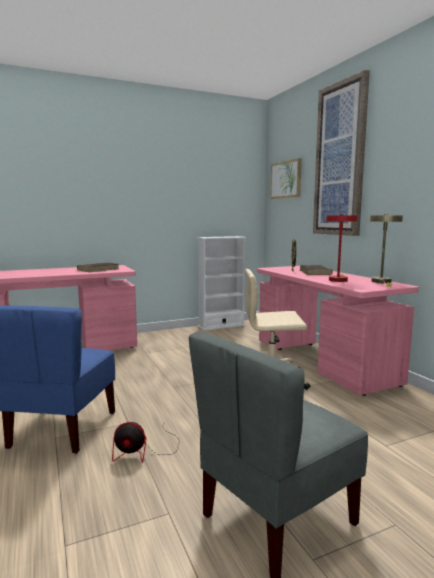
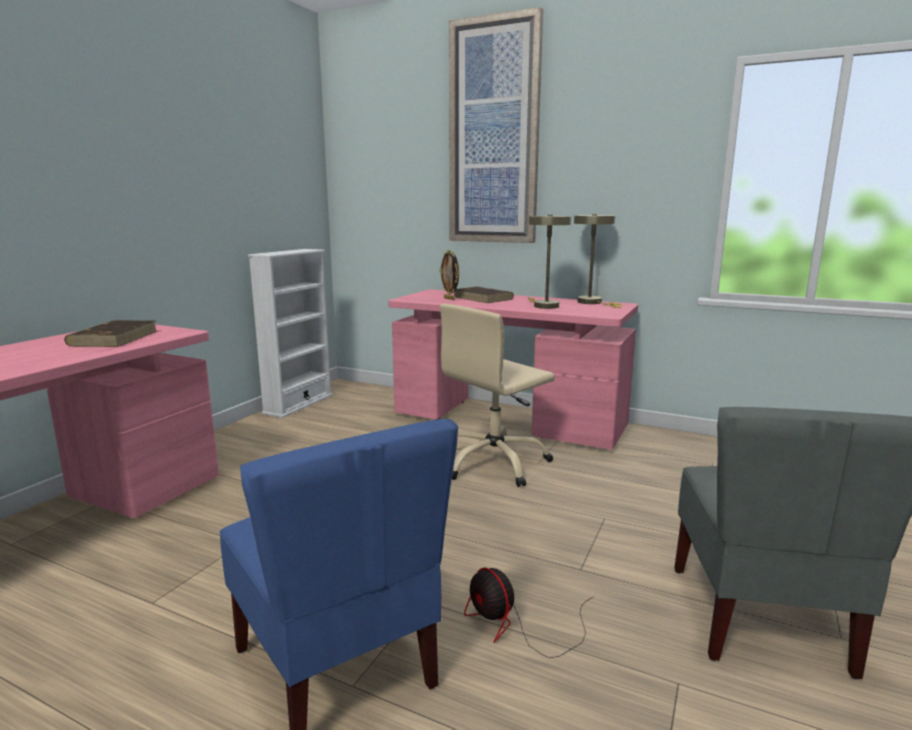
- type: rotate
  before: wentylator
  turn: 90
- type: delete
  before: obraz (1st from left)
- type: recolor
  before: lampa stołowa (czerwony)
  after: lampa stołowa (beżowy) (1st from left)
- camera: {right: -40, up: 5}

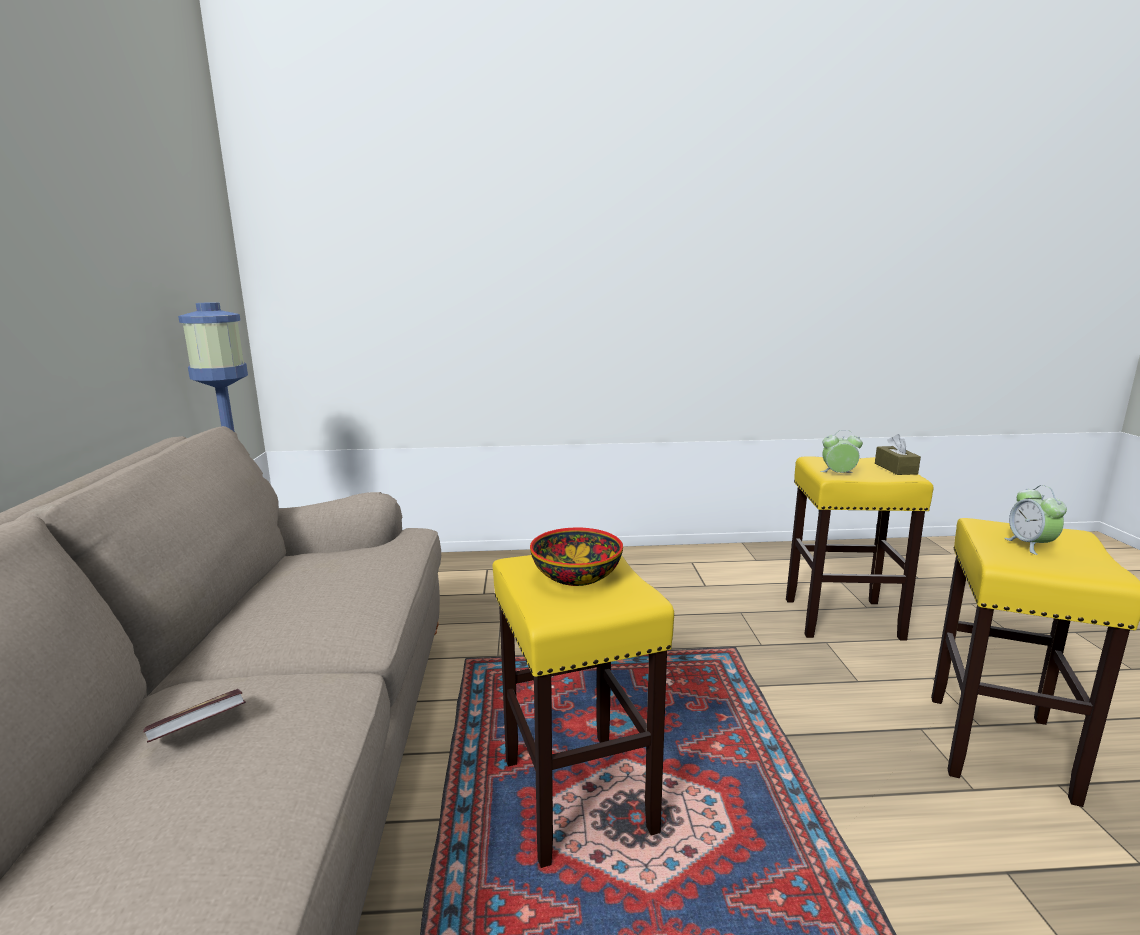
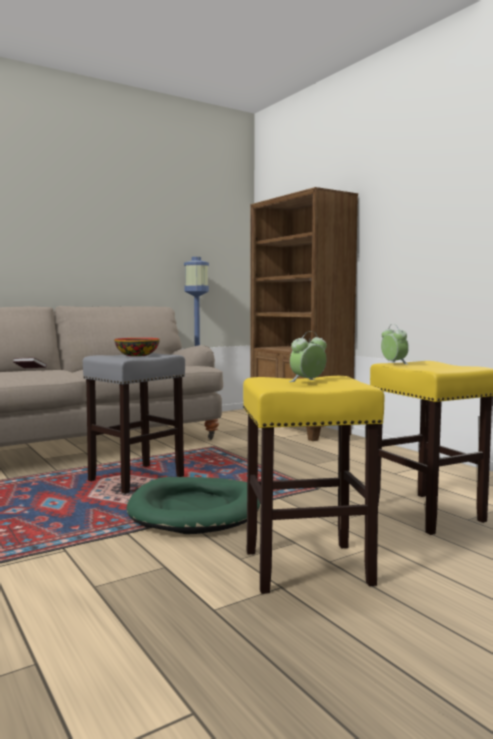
- type: recolor
  before: stołek (żółty) (1st from left)
  after: stołek (szary)
- type: delete
  before: pudełko chusteczek (brązowy)
- type: insert
  after: legowisko (zielony)
- type: insert
  after: regał (brązowy)
- camera: {right: 60, up: -10}

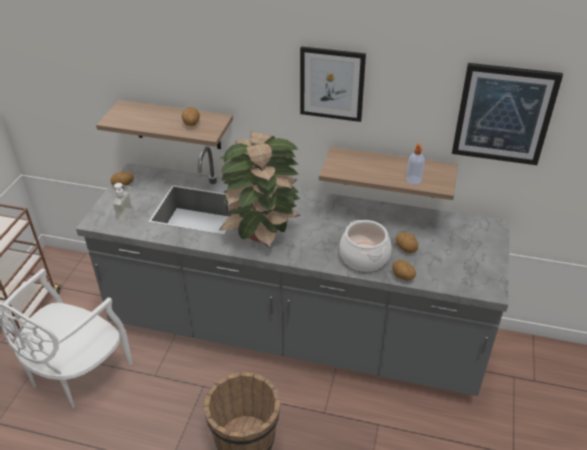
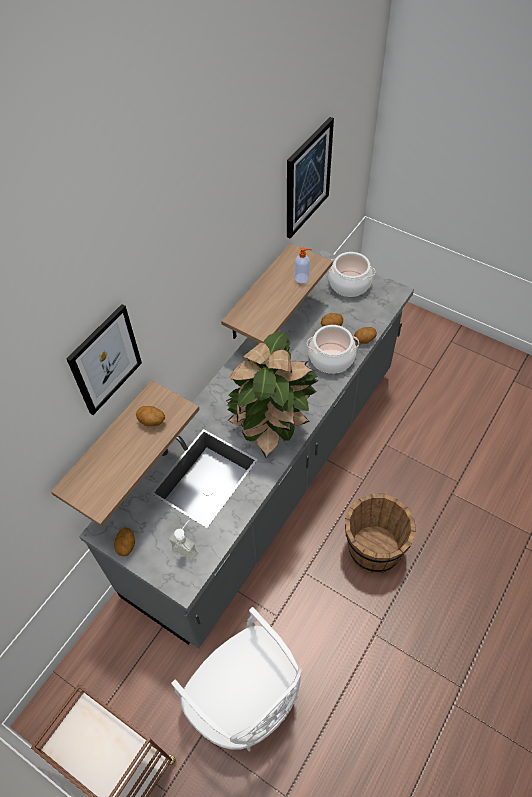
- type: move
  before: obraz (1st from left)
- type: insert
  after: garnek (2nd from left)
- camera: {right: -70, up: 15}

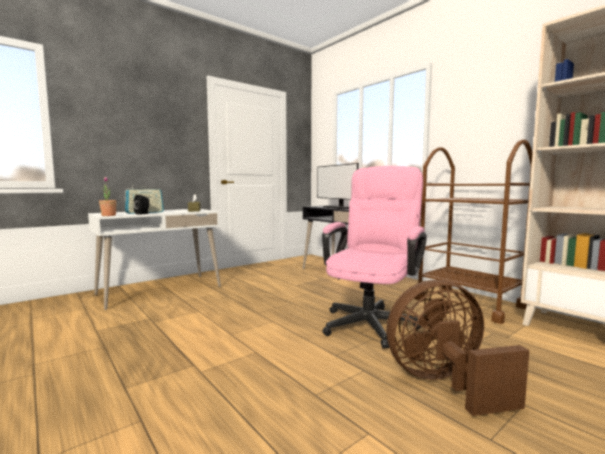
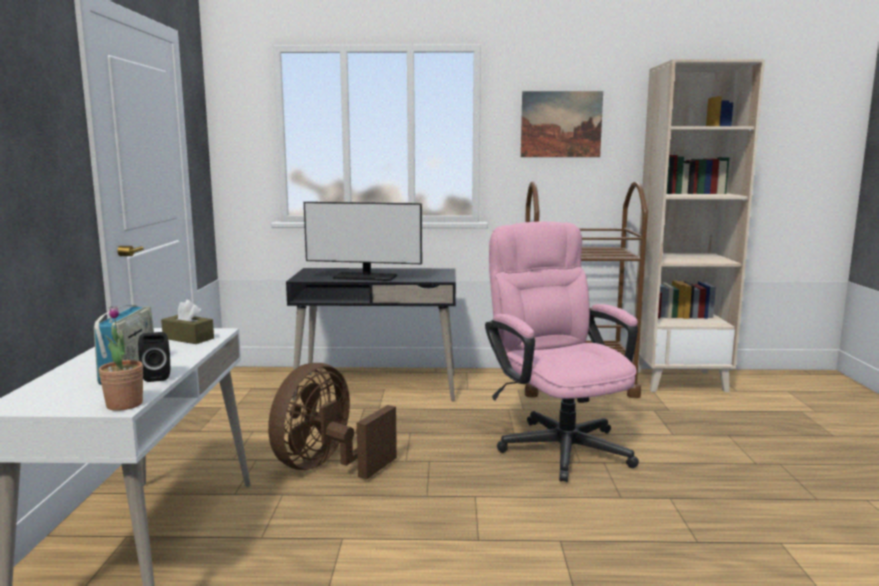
- type: move
  before: wentylator (brązowy)
- type: insert
  after: obraz
- camera: {right: -50, up: 5}

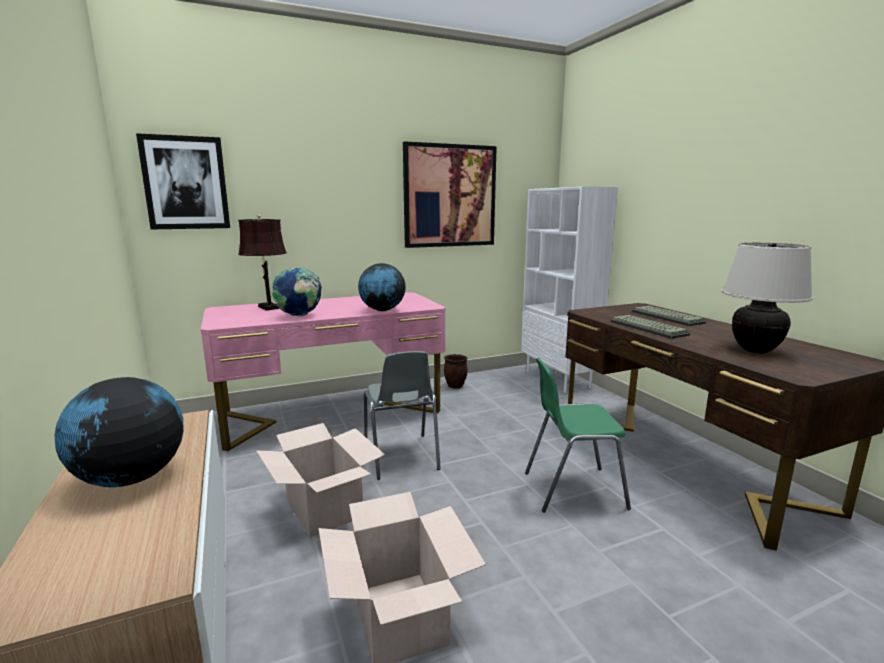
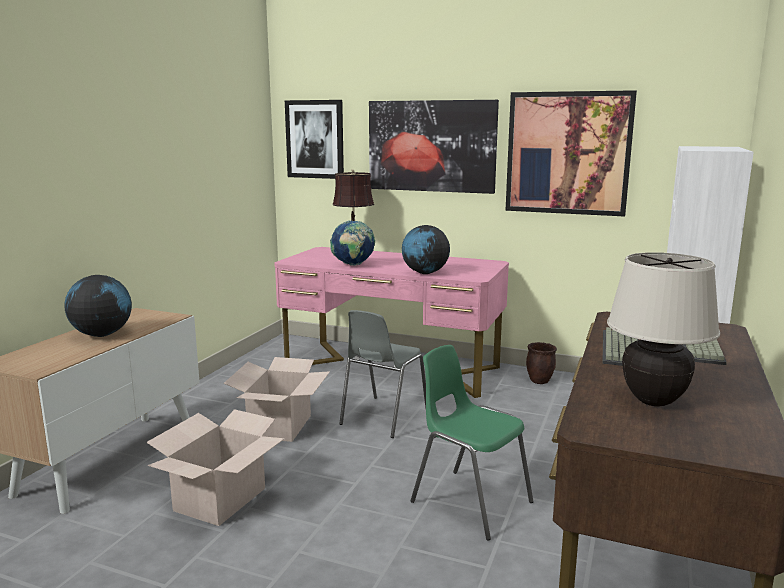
- type: insert
  after: obraz (2nd from left)
- camera: {right: 45, up: 0}

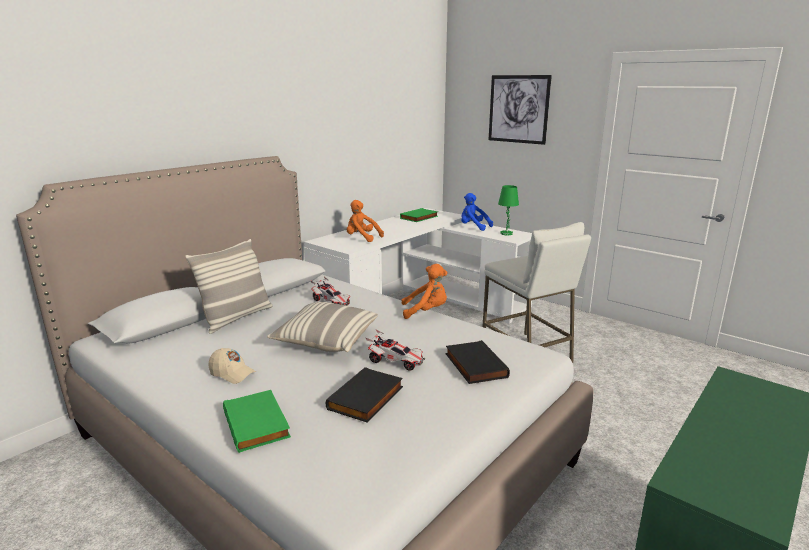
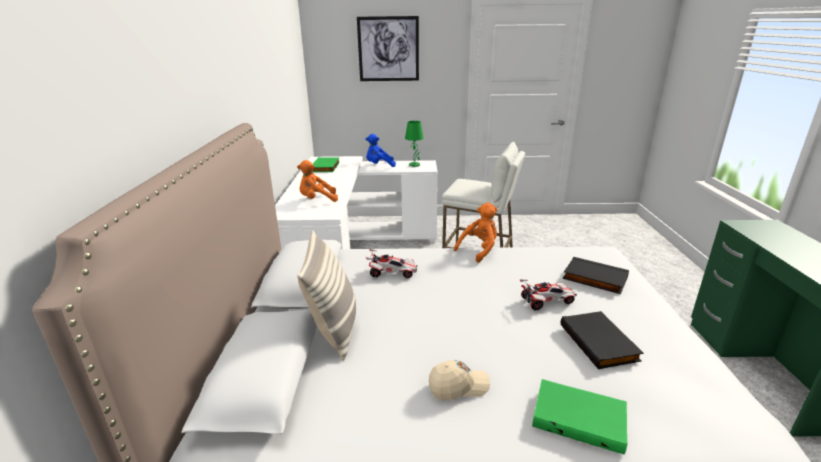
- type: delete
  before: poduszka (2nd from left)
- camera: {right: -40, up: 5}

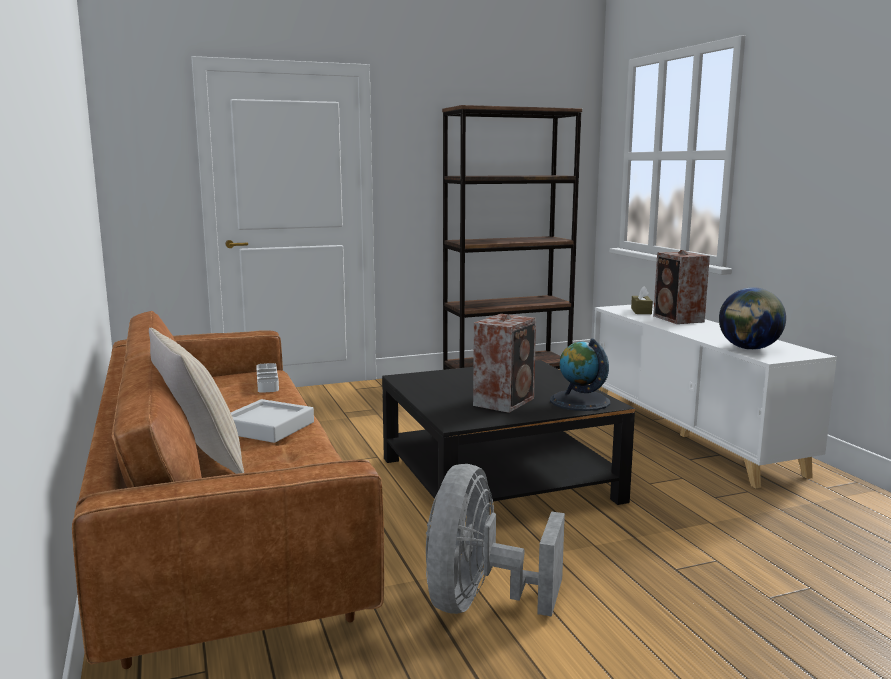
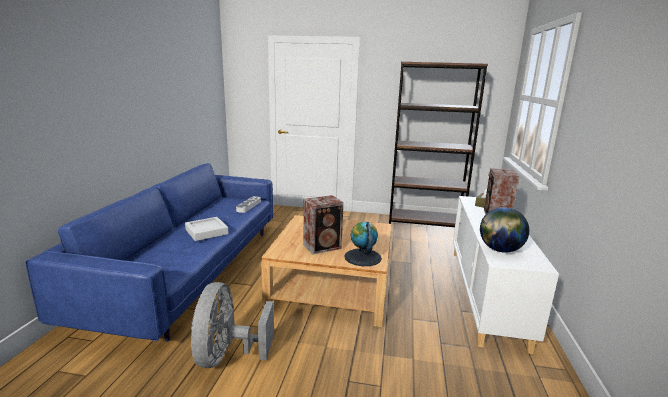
- type: recolor
  before: kanapa (brązowy)
  after: kanapa (niebieski)
- type: delete
  before: poduszka (beżowy)
- type: recolor
  before: ława (czarny)
  after: ława (beżowy)
- type: rotate
  before: wentylator (szary)
  turn: -45
- camera: {right: 30, up: 5}

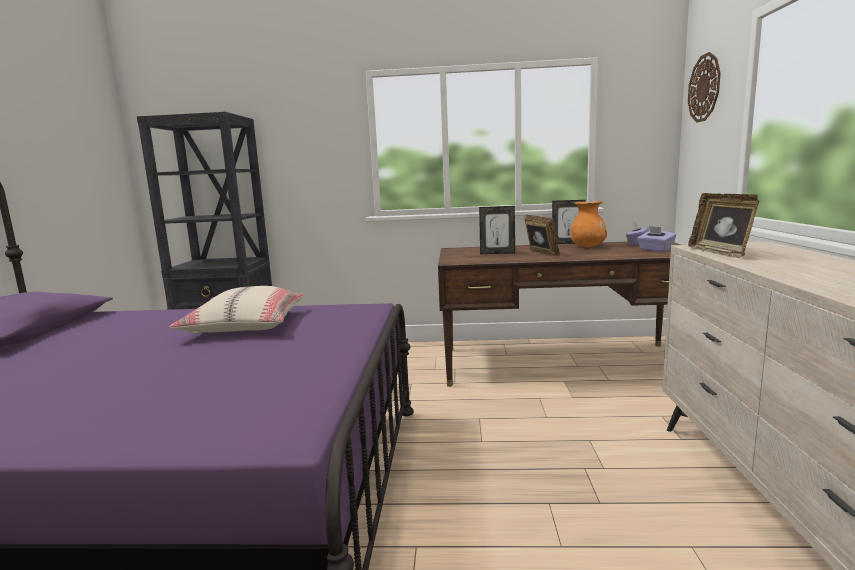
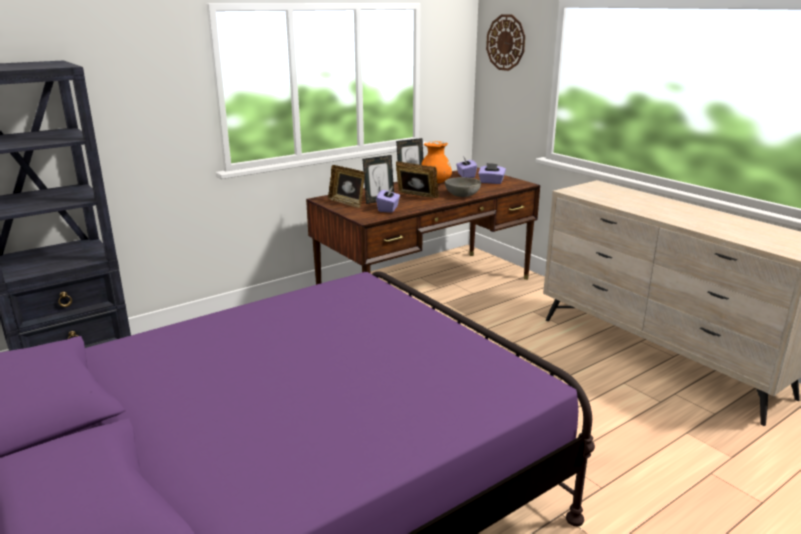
- type: delete
  before: poduszka (beżowy)
- type: move
  before: ramka na zdjęcie (4th from left in the first image)
  after: ramka na zdjęcie (1st from left)
- type: insert
  after: pudełko chusteczek (fioletowy) (1st from left)
- type: insert
  after: miska (szary)
- camera: {right: -40, up: 10}

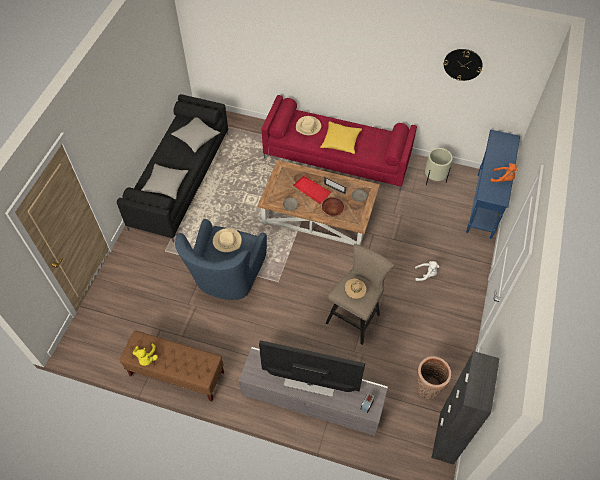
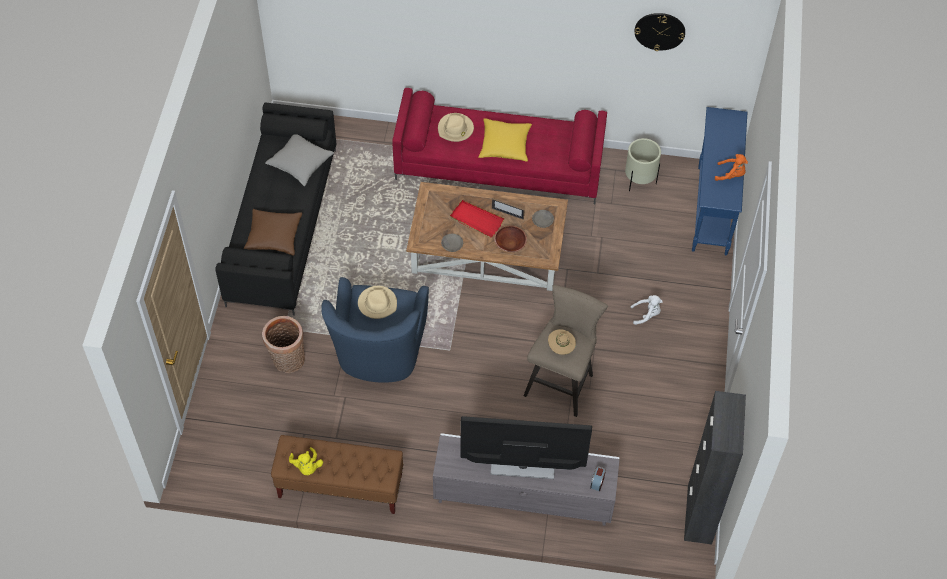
- type: recolor
  before: poduszka (szary) (1st from left)
  after: poduszka (brązowy)
- type: move
  before: koszyk
- camera: {right: -10, up: 0}

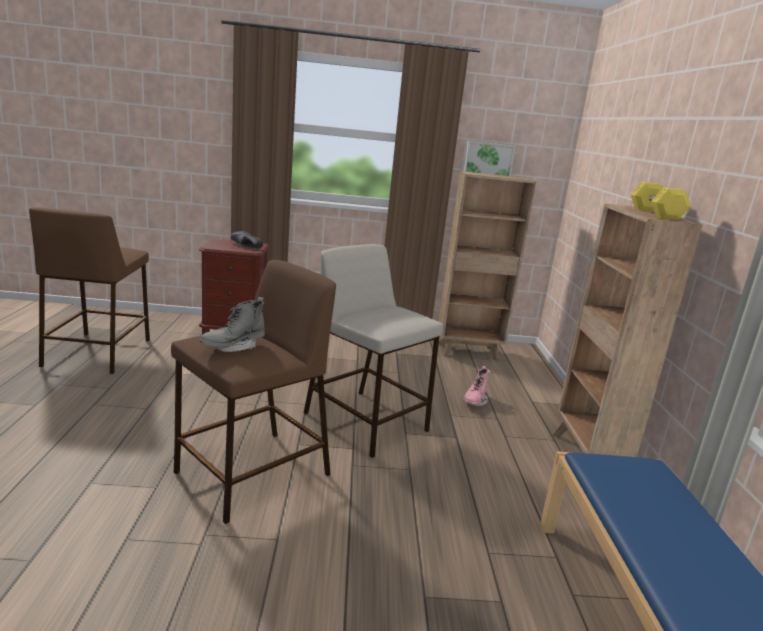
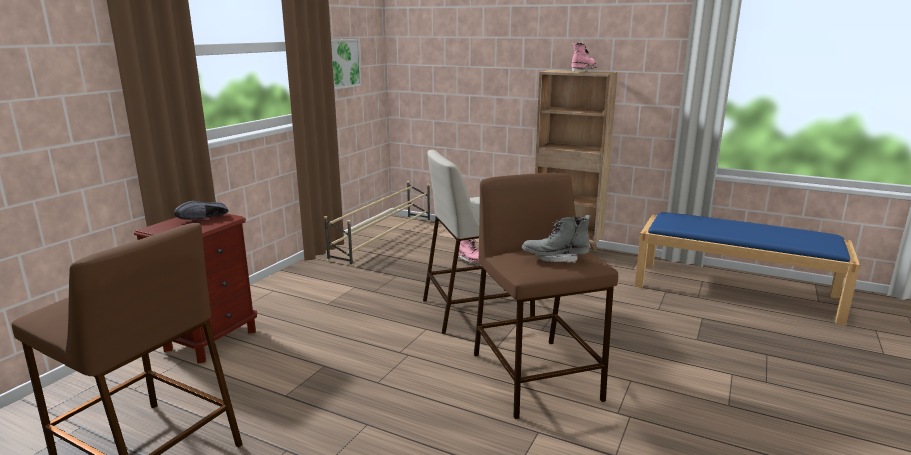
- type: rotate
  before: but z cholewką (szary)
  turn: 105
- type: replace
  before: regał (brązowy) (1st from left)
  after: regał na buty (beżowy)
- type: replace
  before: hantel (żółty)
  after: but z cholewką (różowy) (2nd from left)
- camera: {right: -60, up: 0}

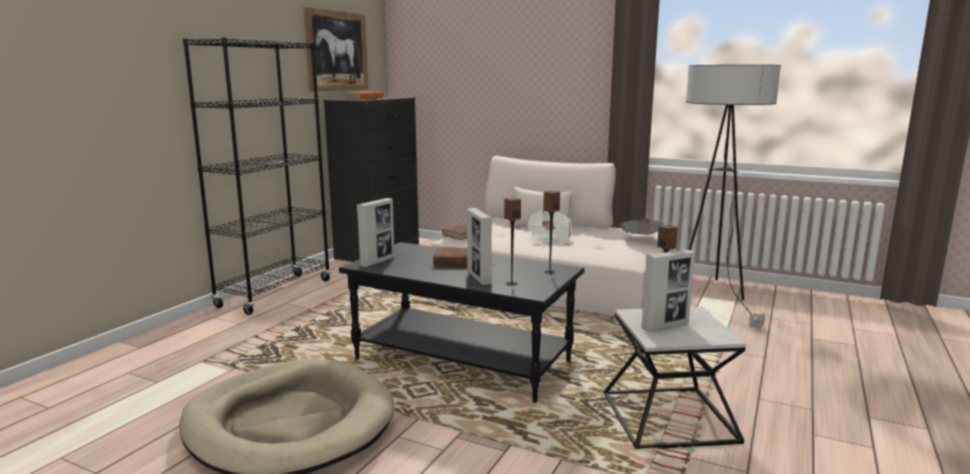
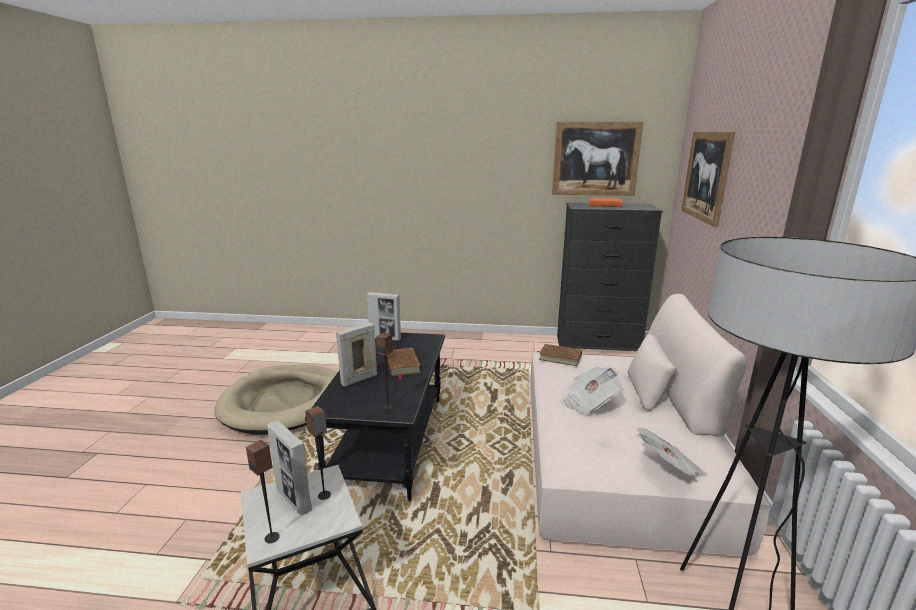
- type: delete
  before: regał (czarny)
- type: move
  before: głośnik (1st from left)
- type: insert
  after: obraz (2nd from left)
- camera: {right: 70, up: 5}

